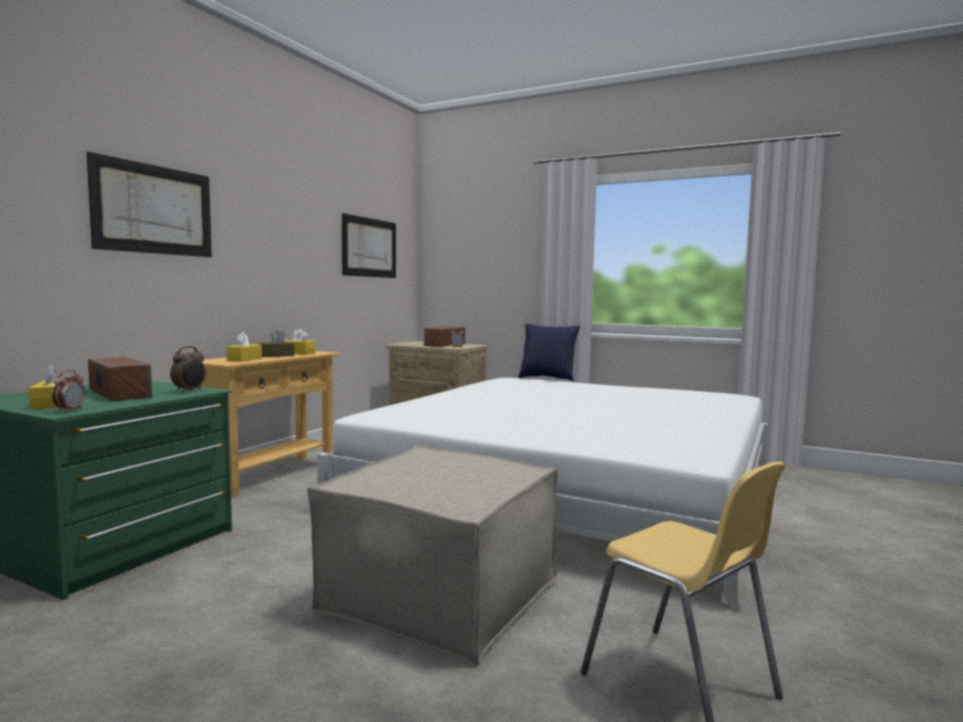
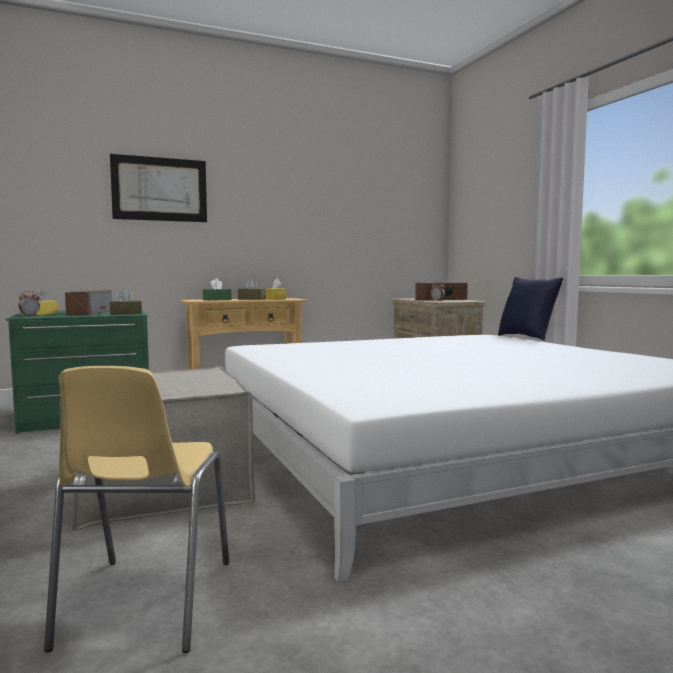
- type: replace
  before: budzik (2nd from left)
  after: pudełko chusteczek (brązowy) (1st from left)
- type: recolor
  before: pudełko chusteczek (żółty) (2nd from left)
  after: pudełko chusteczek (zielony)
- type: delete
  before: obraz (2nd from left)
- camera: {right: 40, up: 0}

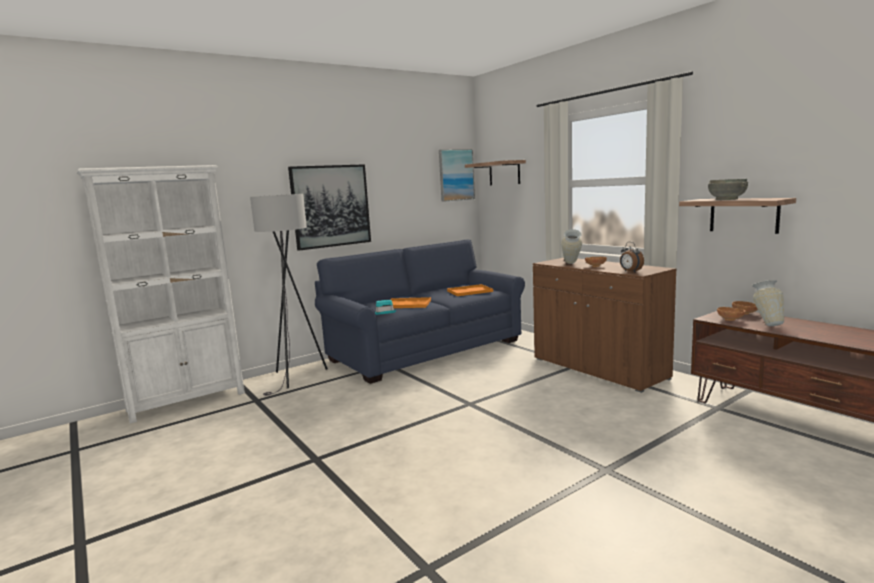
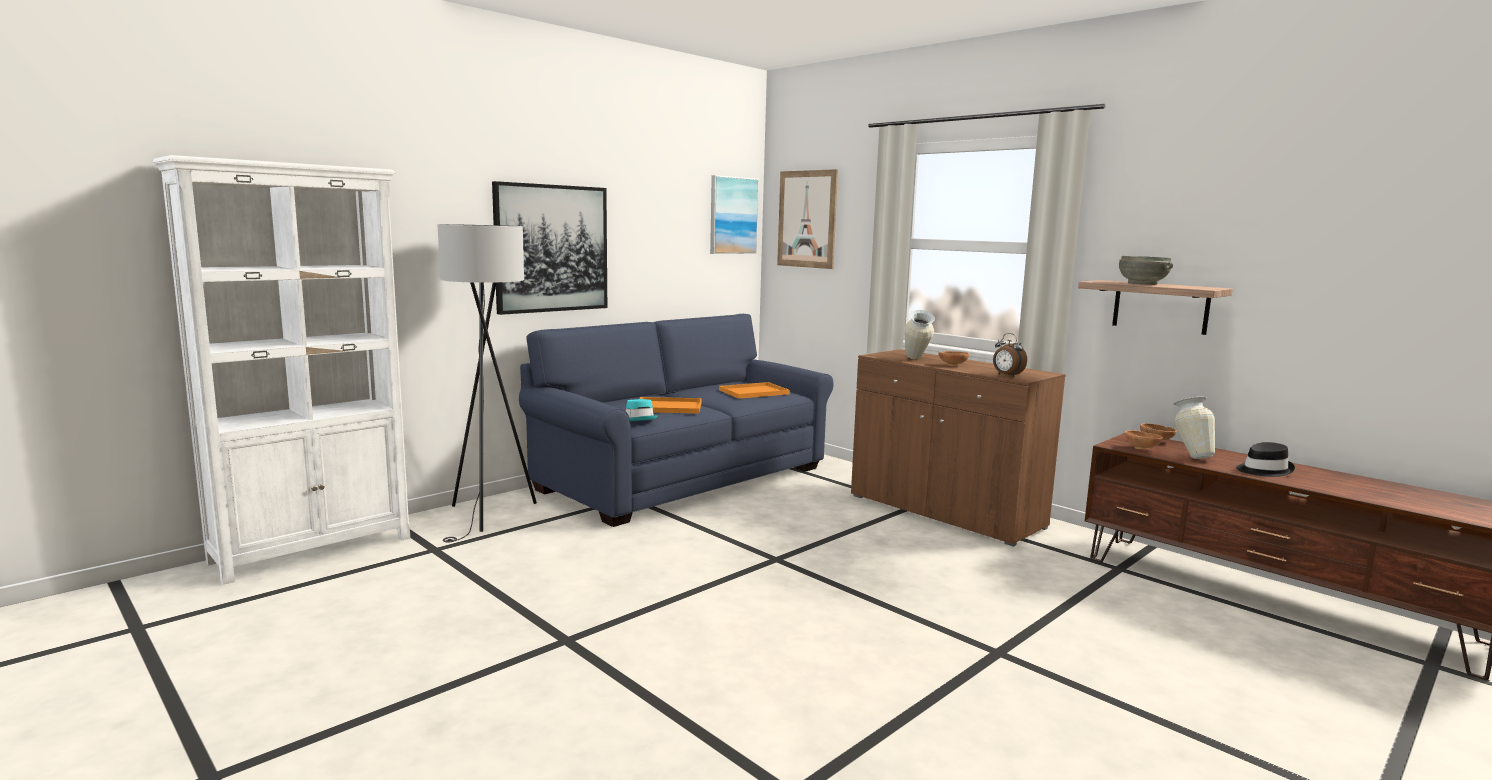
- type: replace
  before: półka (1st from left)
  after: obraz (3rd from left)
- type: insert
  after: kapelusz (czarny)
- camera: {right: -10, up: 0}

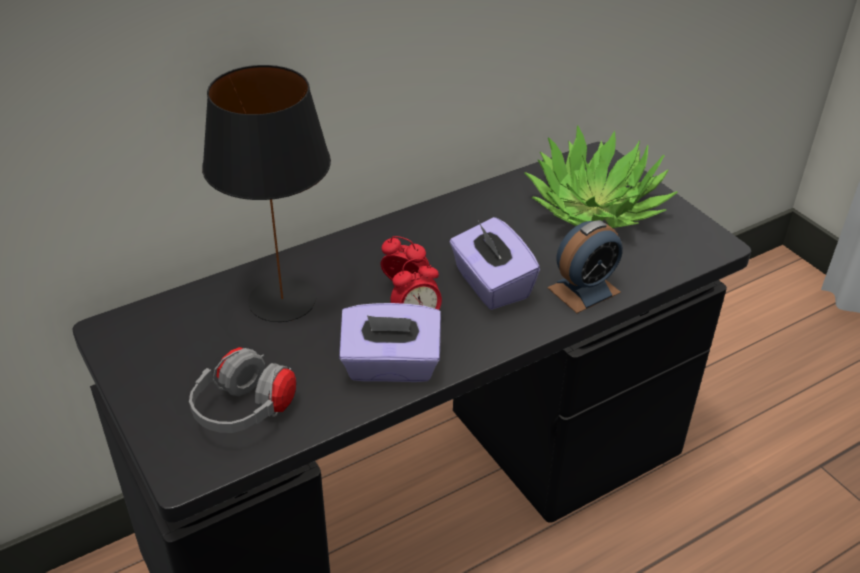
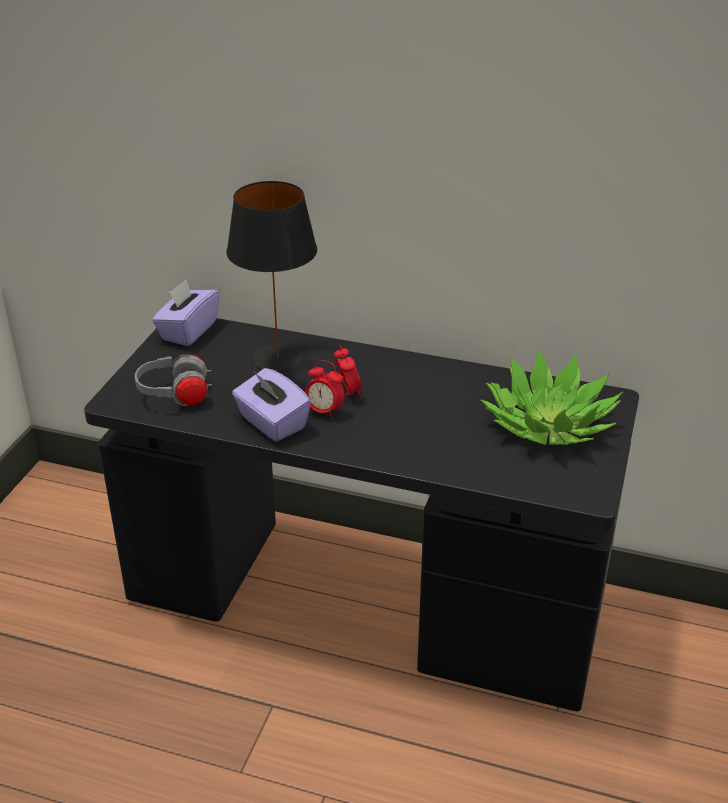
- type: move
  before: pudełko chusteczek (fioletowy) (2nd from left in the first image)
  after: pudełko chusteczek (fioletowy) (1st from left)
- type: delete
  before: budzik (3rd from left)
- camera: {right: 50, up: -5}

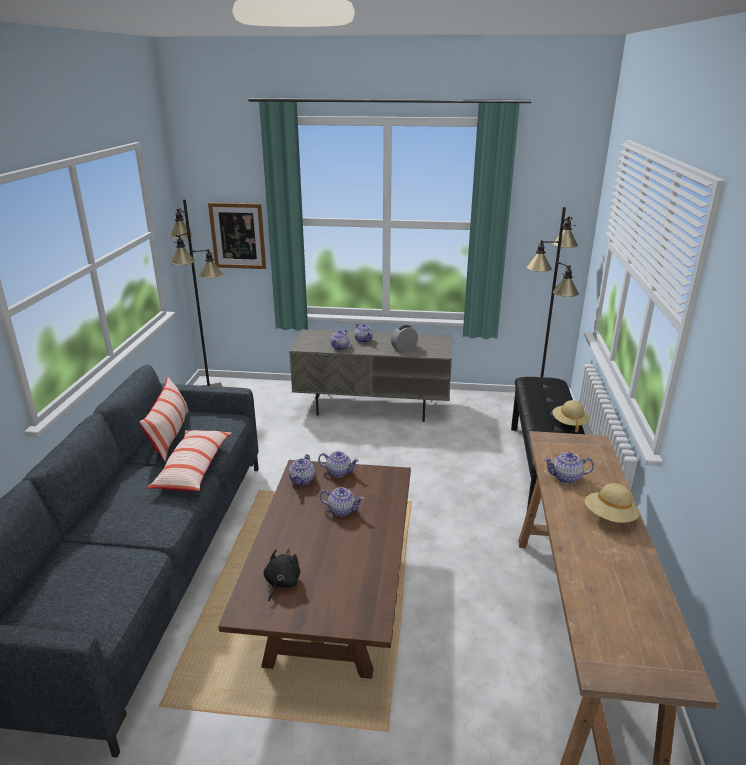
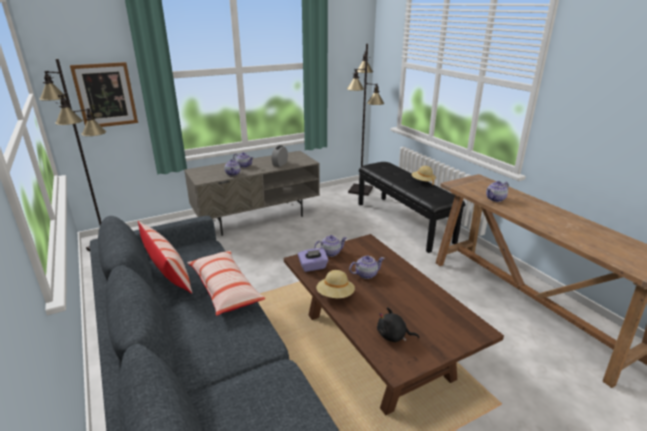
- type: rotate
  before: pluszak (czarny)
  turn: -60
- type: replace
  before: imbryk (1st from left)
  after: pudełko chusteczek (fioletowy)
- type: move
  before: kapelusz (beżowy) (2nd from left in the first image)
  after: kapelusz (beżowy) (1st from left)
- camera: {right: -35, up: 0}

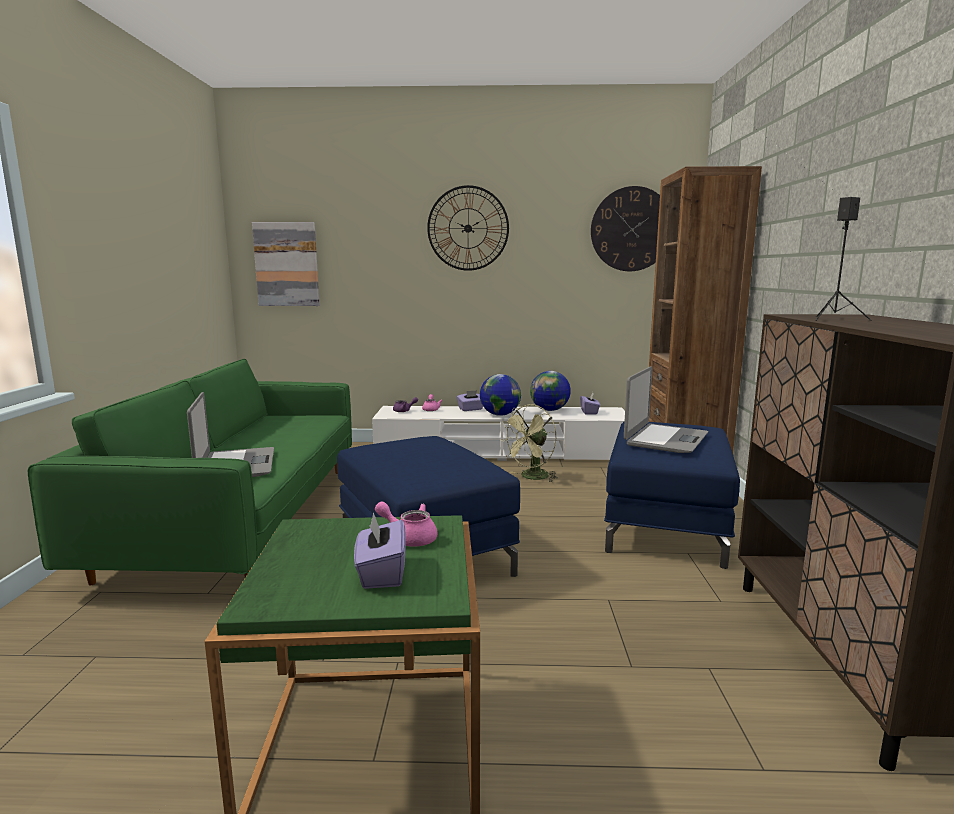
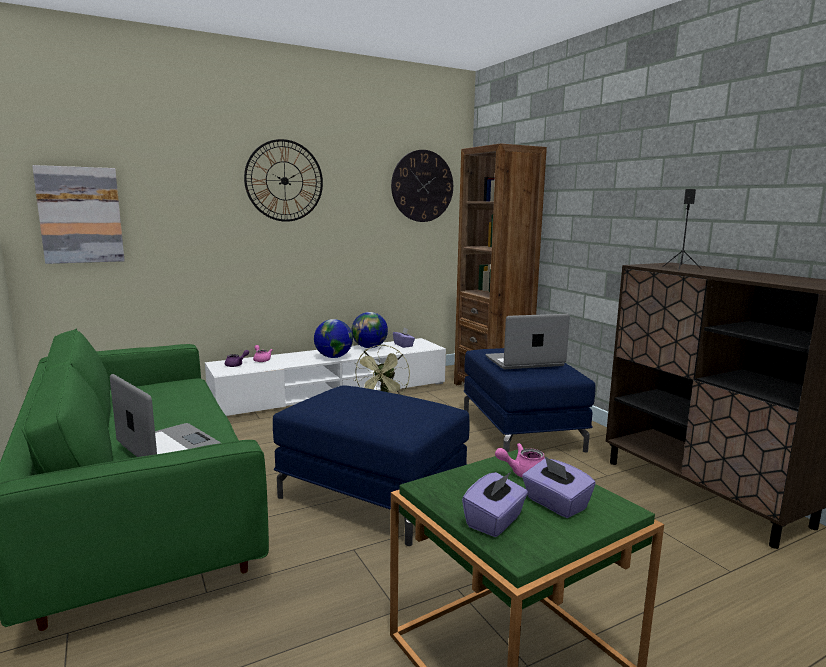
- type: move
  before: pudełko chusteczek (fioletowy) (2nd from left)
- type: rotate
  before: laptop (2nd from left)
  turn: -105
- camera: {right: -30, up: 0}

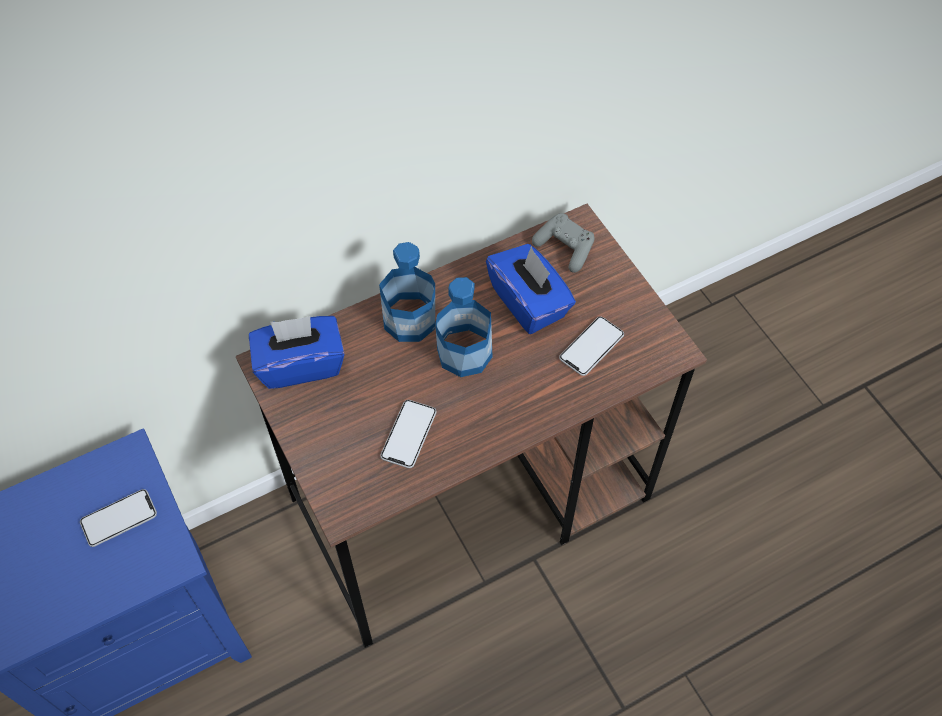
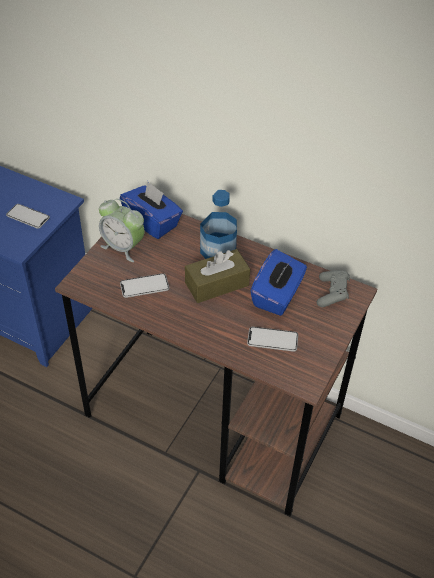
- type: replace
  before: butelka (2nd from left)
  after: pudełko chusteczek (brązowy)
- type: insert
  after: budzik
- camera: {right: 55, up: -10}

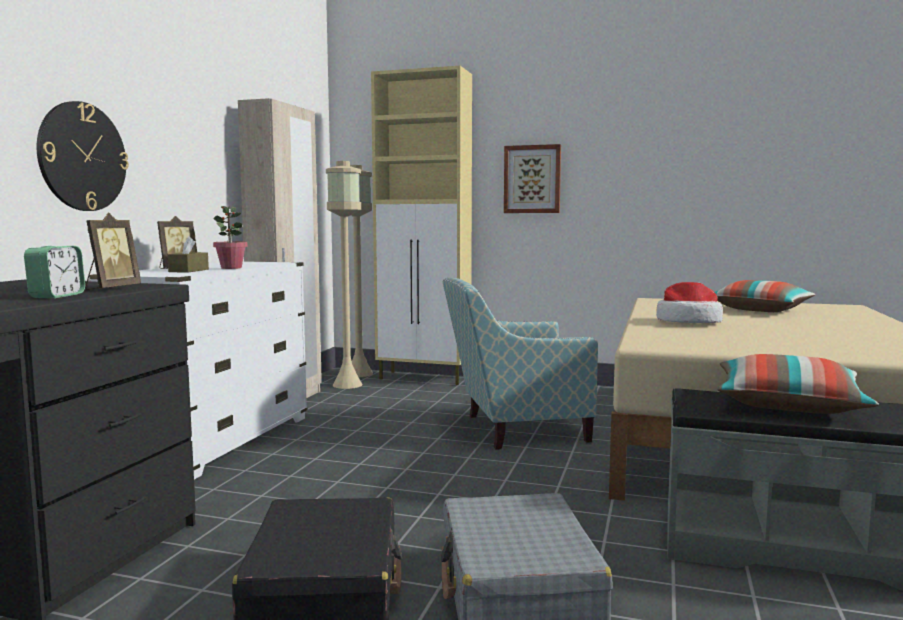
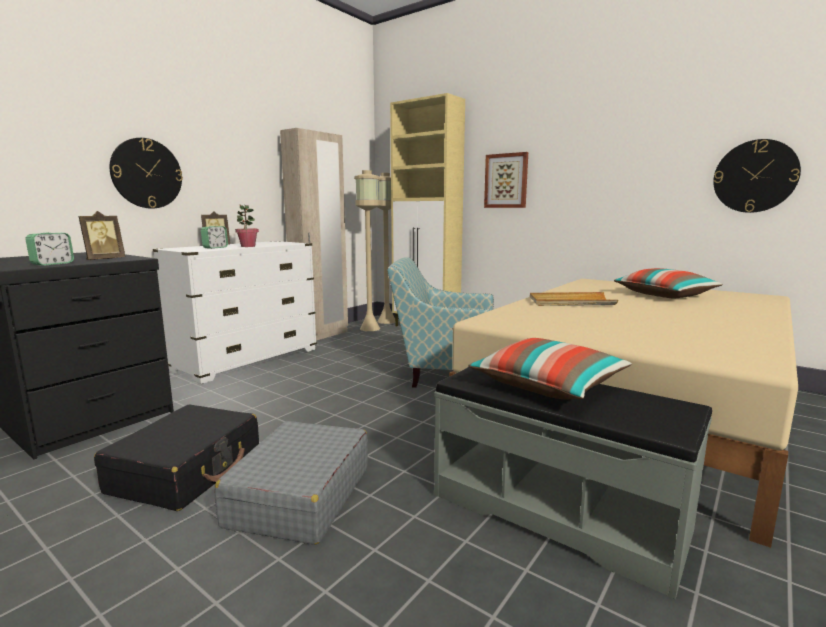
- type: replace
  before: pudełko chusteczek (brązowy)
  after: budzik (2nd from left)
- type: replace
  before: kapelusz
  after: taca (beżowy)
- type: insert
  after: zegar ścienny (2nd from left)
- camera: {right: 20, up: 5}

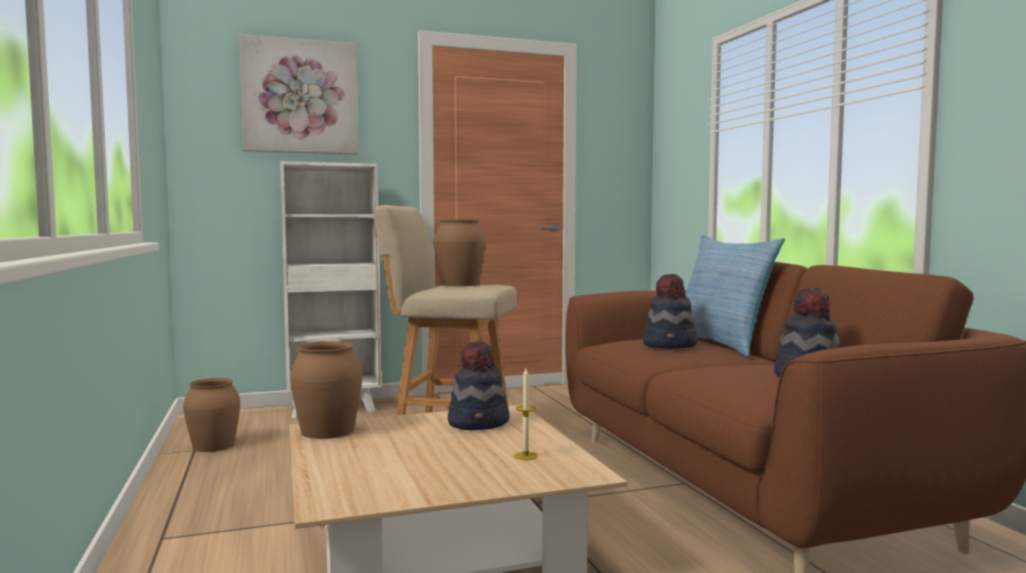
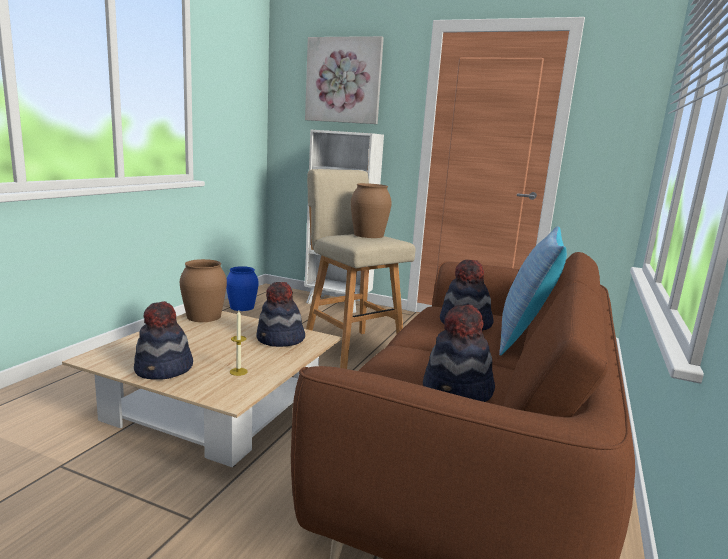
- type: recolor
  before: wazon (brązowy) (1st from left)
  after: wazon (niebieski)
- type: insert
  after: kapelusz (1st from left)
- camera: {right: 40, up: 10}

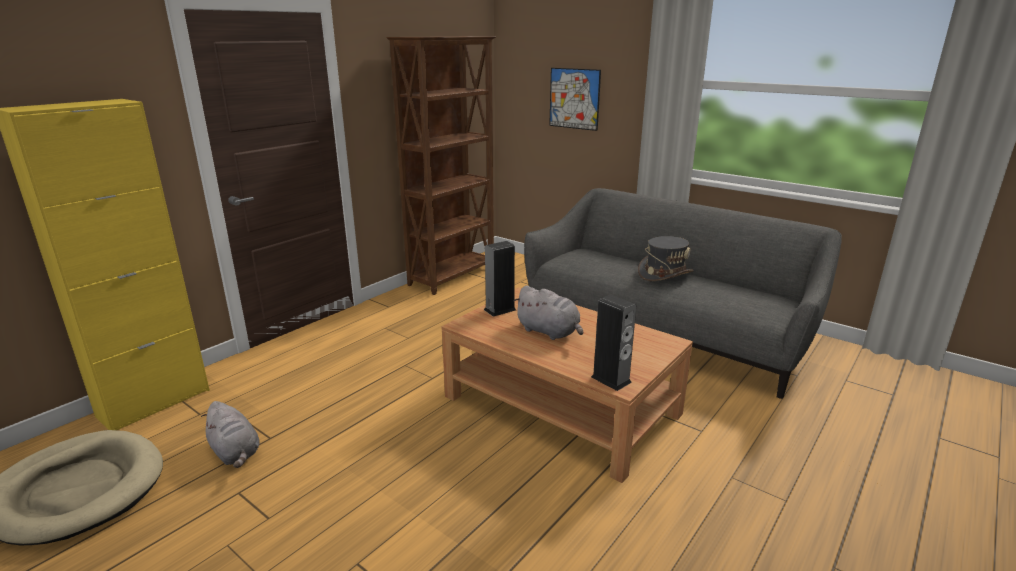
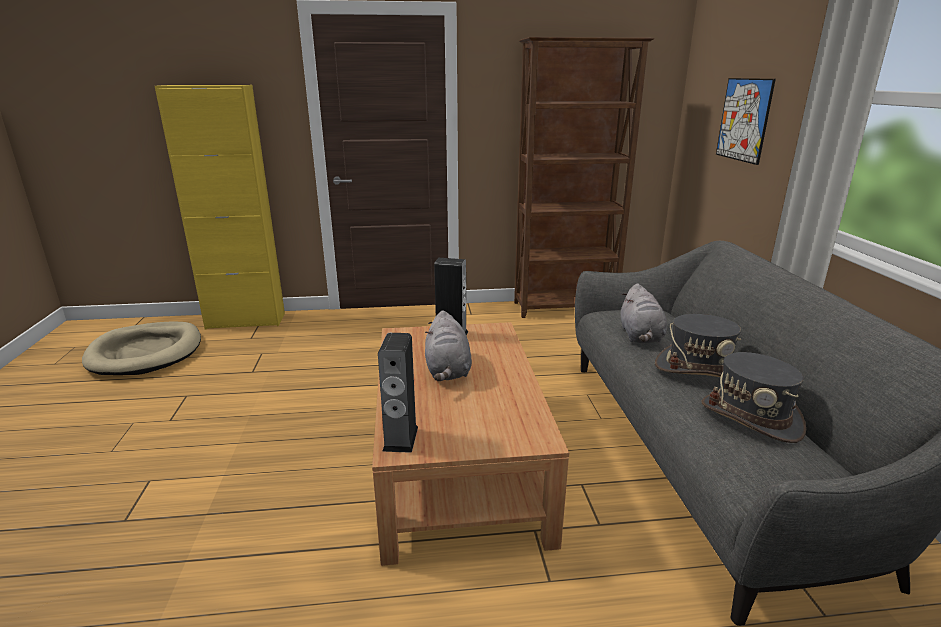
- type: move
  before: pluszak (szary) (1st from left in the first image)
  after: pluszak (szary) (2nd from left)
- type: insert
  after: kapelusz (szary) (2nd from left)
- camera: {right: 45, up: 0}

